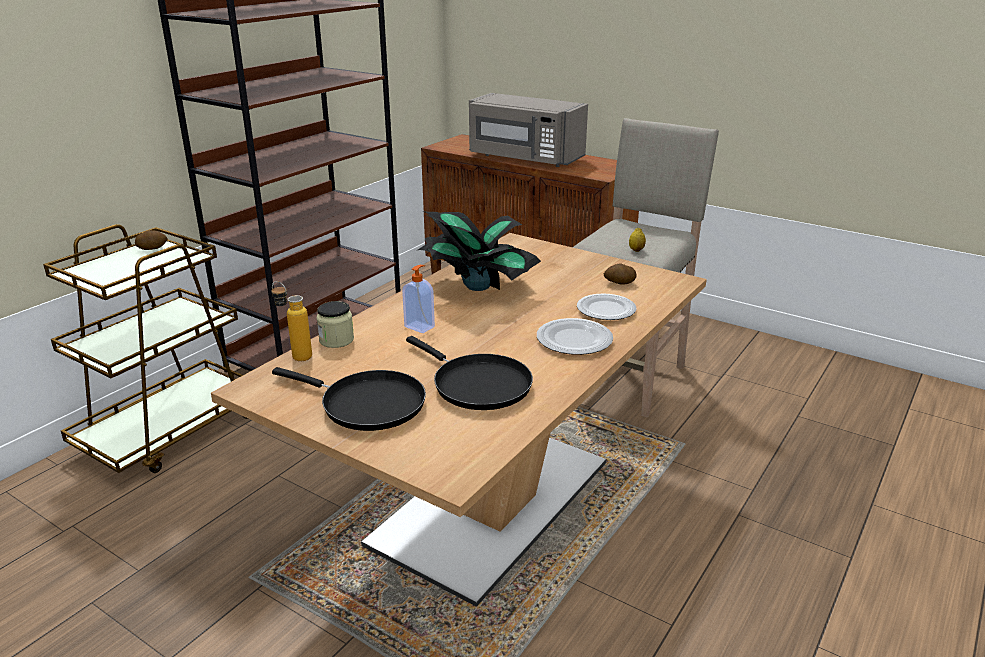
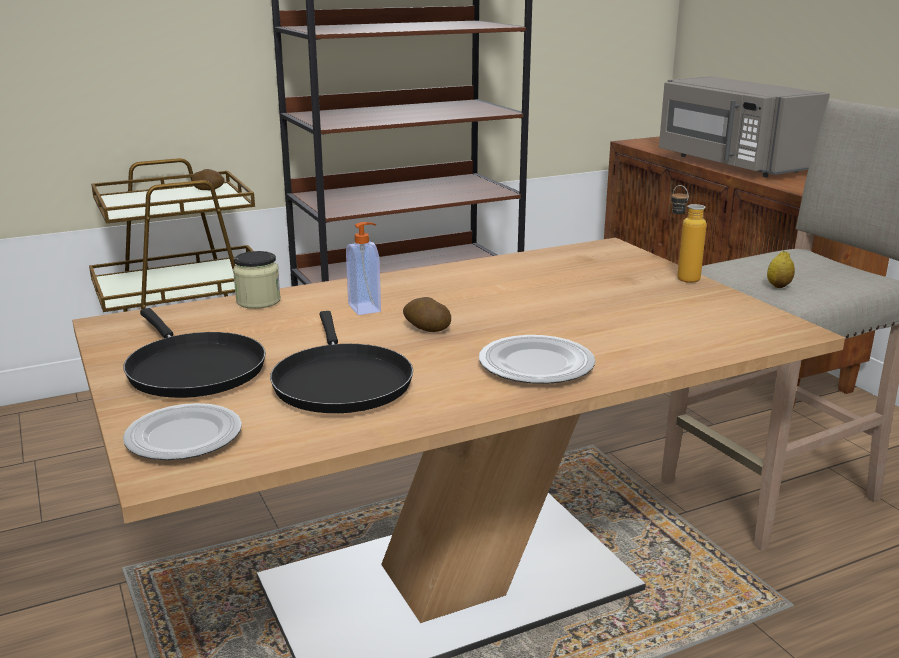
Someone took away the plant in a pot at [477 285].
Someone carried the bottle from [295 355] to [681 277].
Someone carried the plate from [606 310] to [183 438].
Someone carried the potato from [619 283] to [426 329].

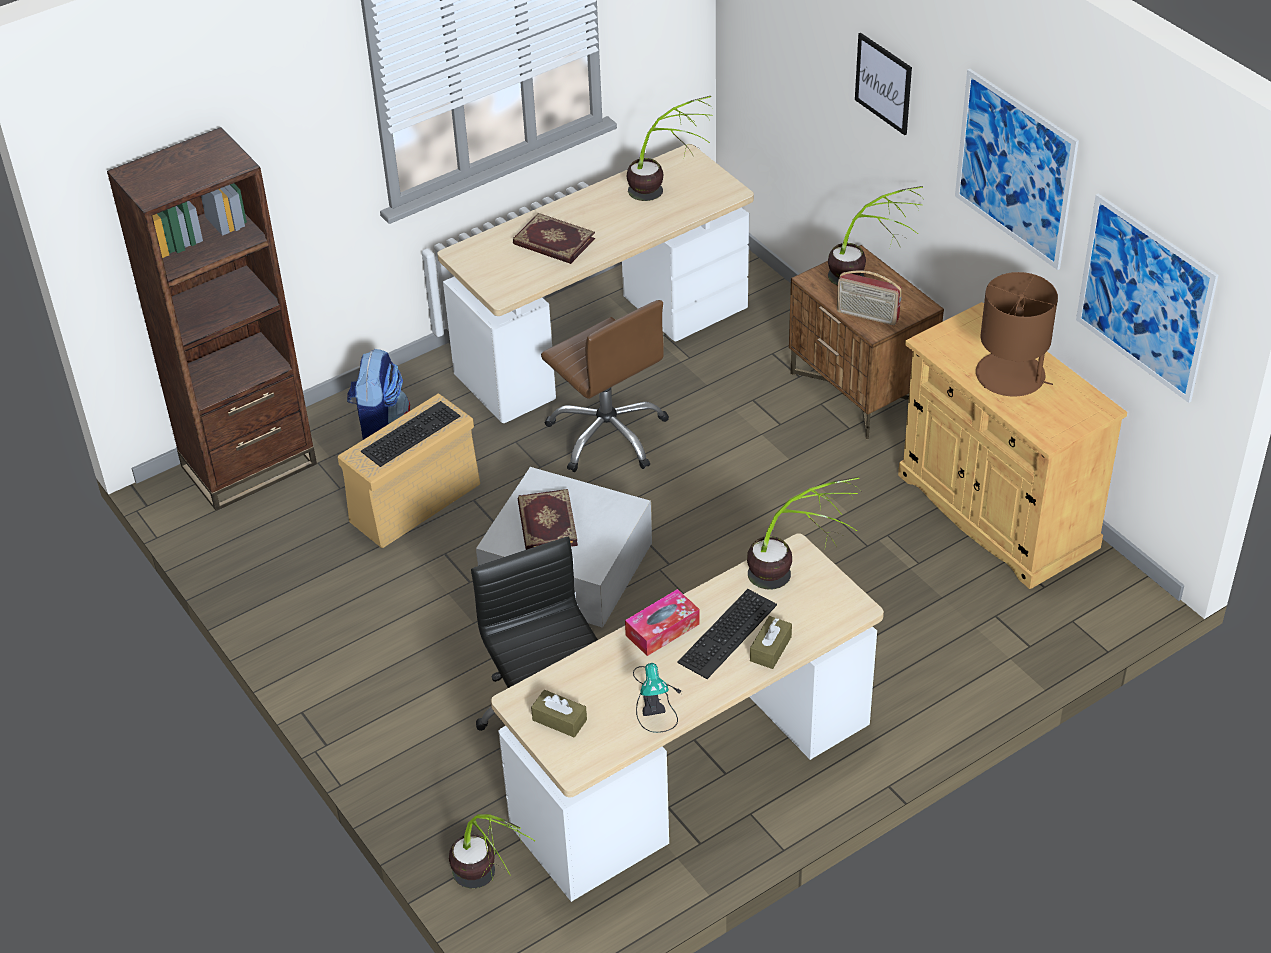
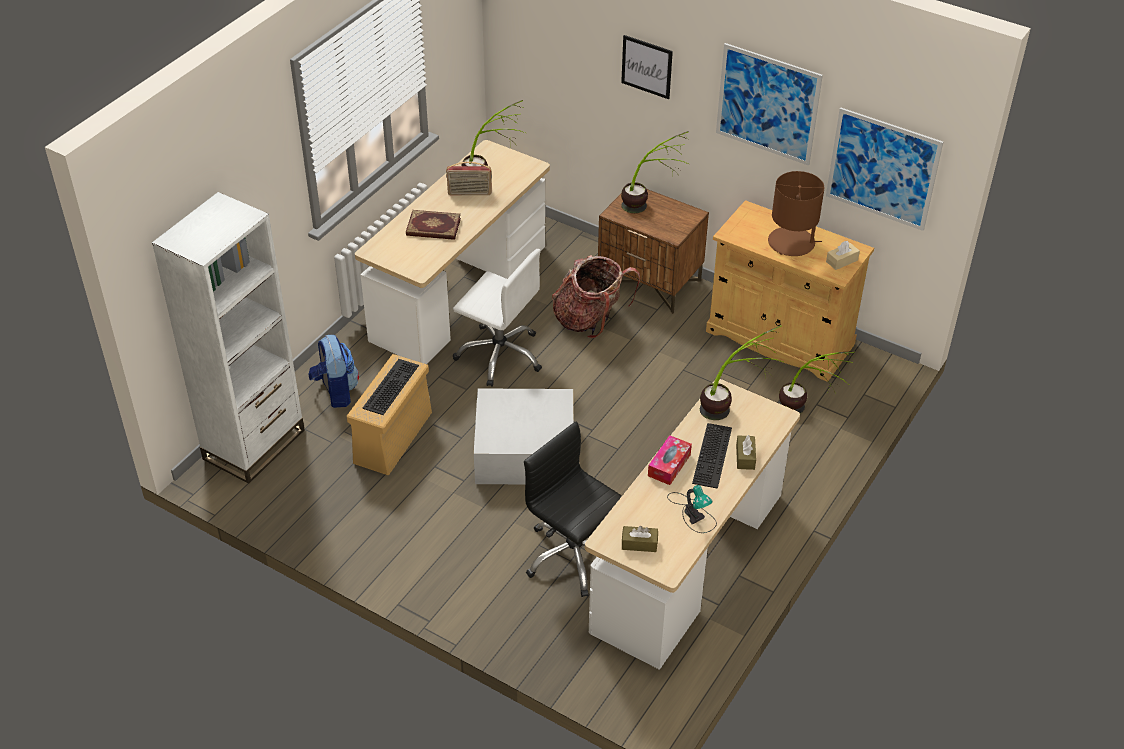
Someone took away the book at [546 523].
Someone put down the rucksack at [590 320].
Someone put down the sand-coloured tissue box at [841 261].
Someone carried the plant in a pot from [490 887] to [807 410].
Someone carried the radio receiver from [867 316] to [469 193].
Someone repainted the brownish shelving unit at [249 465], which became the white shelving unit at [254 444].
Someone repainted the brownish computer chair at [608 434], which became the white computer chair at [500 355].

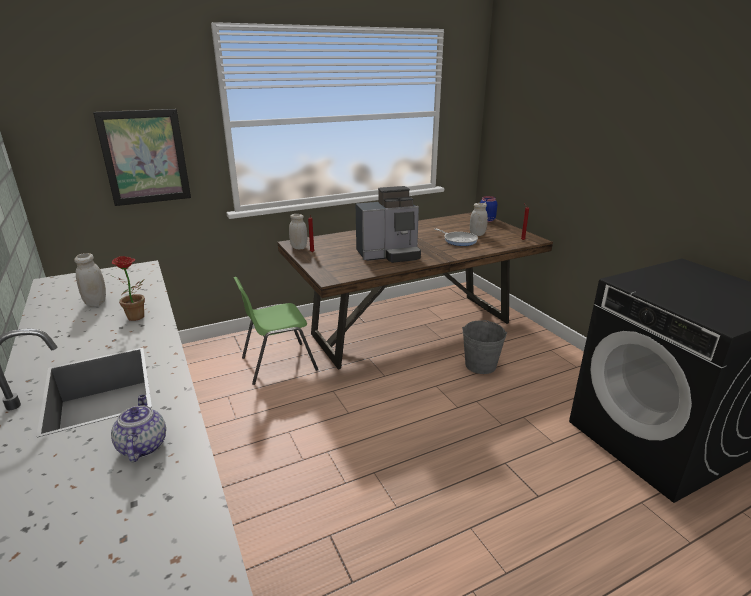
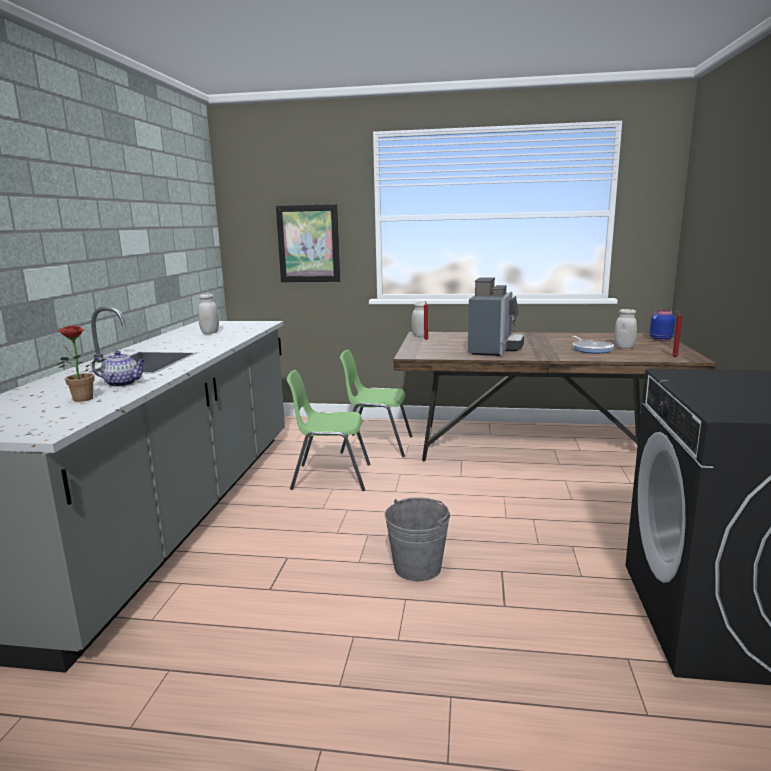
Someone put down the greenish upright chair at [330 477].
Someone carried the plant in a pot from [138 318] to [83 400].
Someone carried the greyish bucket from [480 365] to [417 567].
Someone rotated the tea pot at [142 446] by 75 degrees clockwise.
Someone rotated the coffee brewer at [389 255] by 90 degrees counterclockwise.

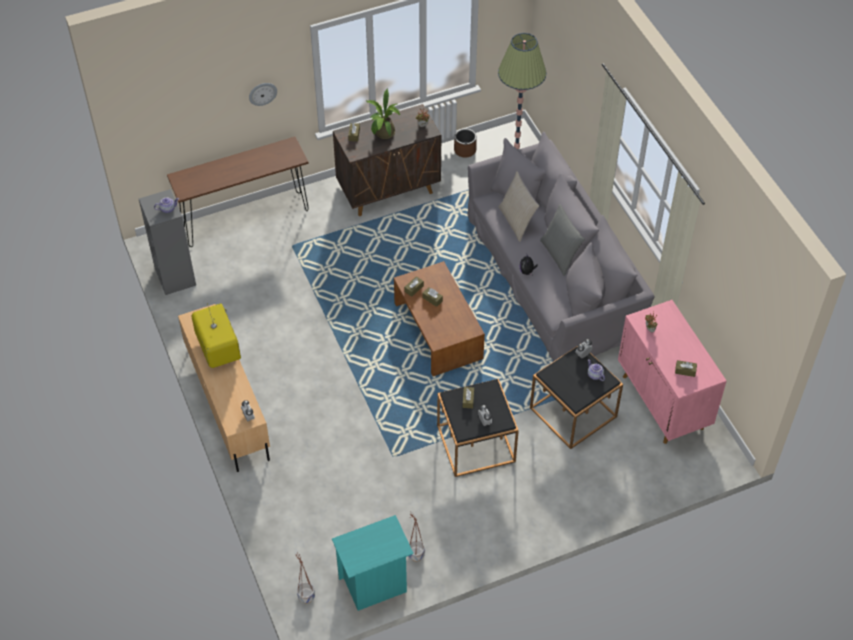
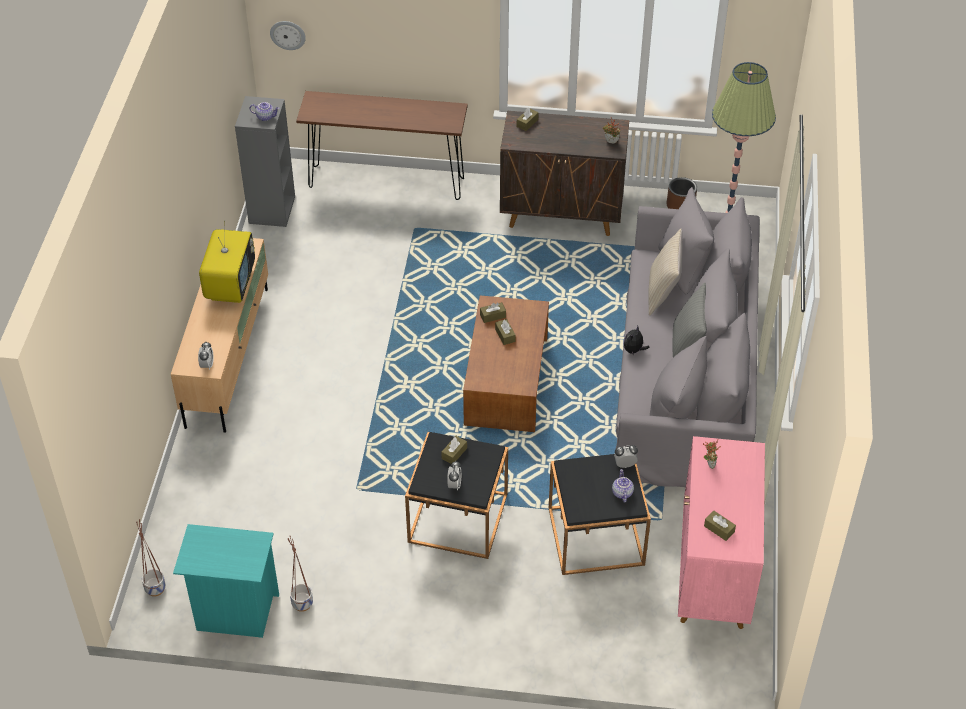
Someone took away the plant in a pot at [383 134].
Someone carried the wall clock from [262 93] to [288 34].

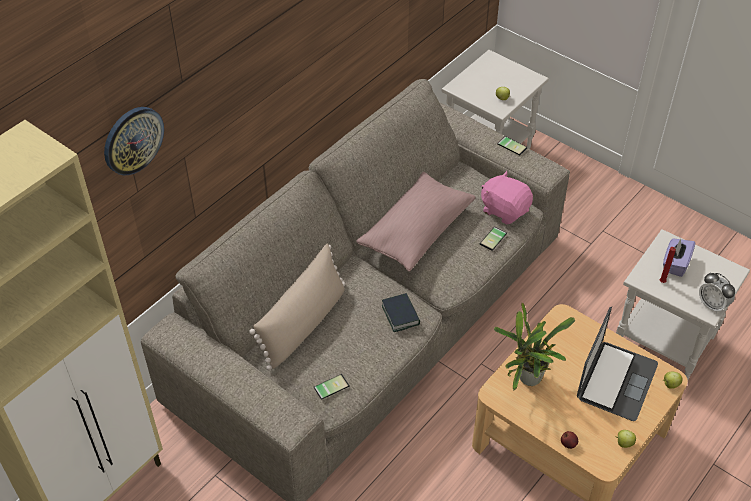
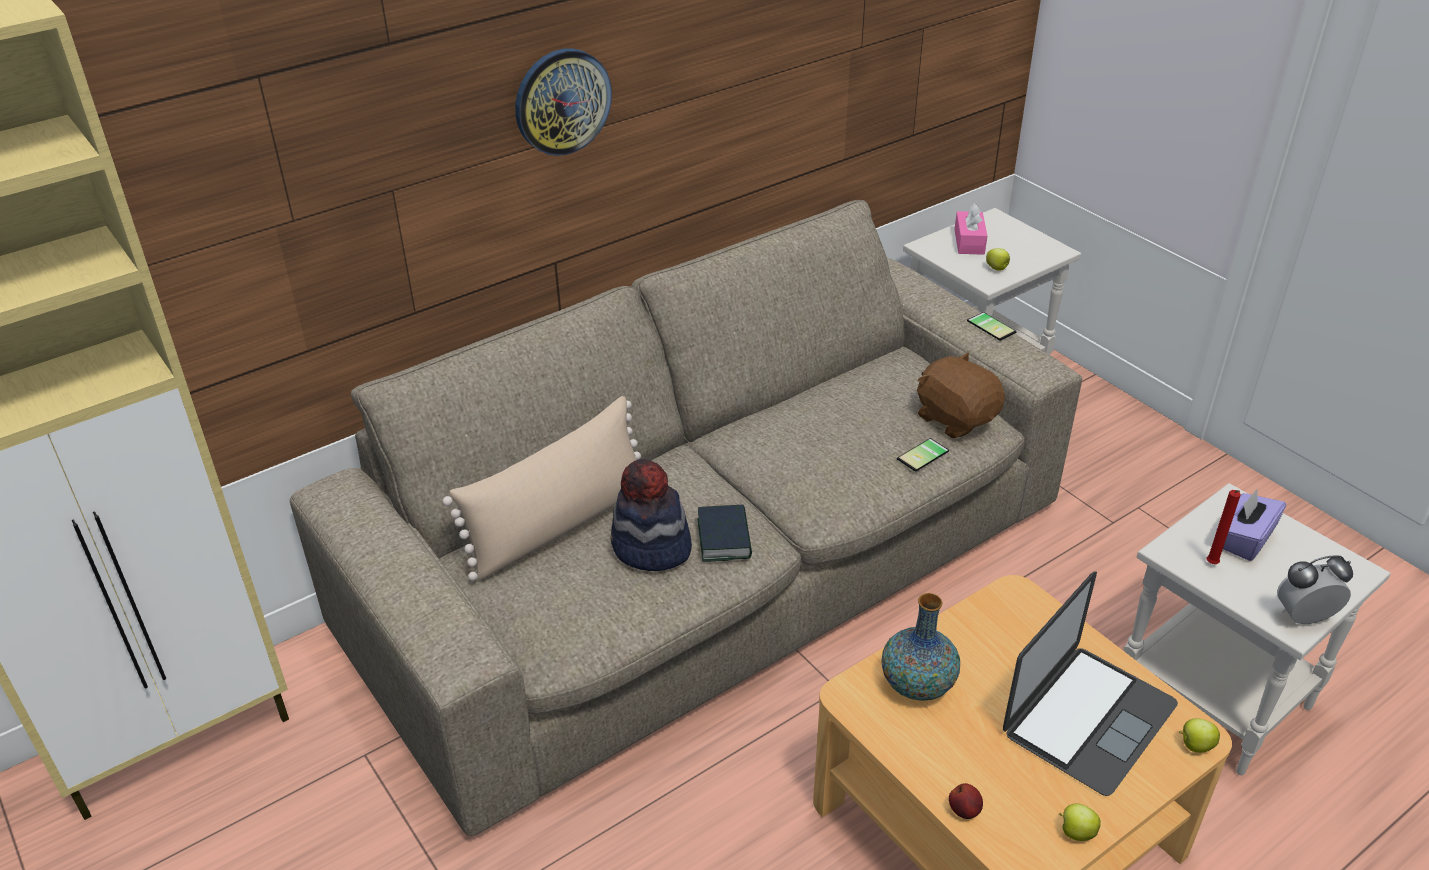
Someone took away the phone at [330 385].
Someone took away the pinkish throw pillow at [416 231].
Someone put down the hat at [651 547].
Someone put down the pinkish tissue box at [969 242].
Someone carried the wall clock from [132 140] to [562 101].
Someone swapped the plant in a pot at [527 380] for the decorative vase at [917 685].
Someone repainted the pinkish plush toy at [504 210], which became the brownish plush toy at [956 418].
Someone rotated the table clock at [712 305] by 105 degrees clockwise.

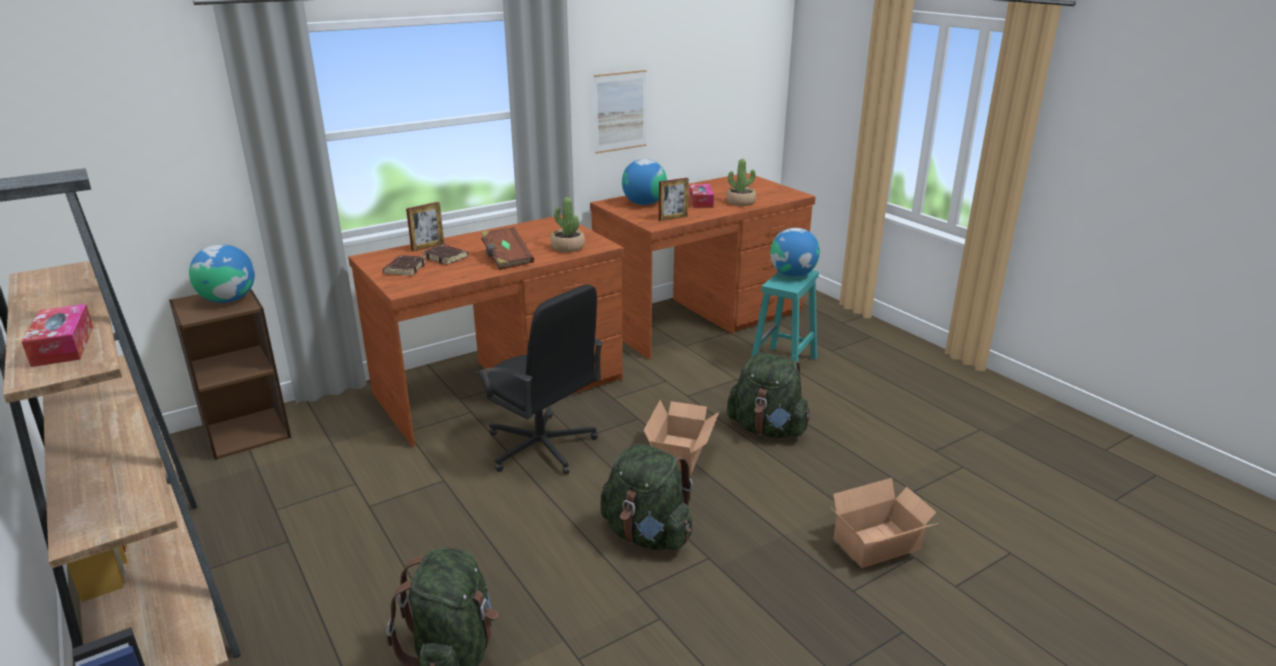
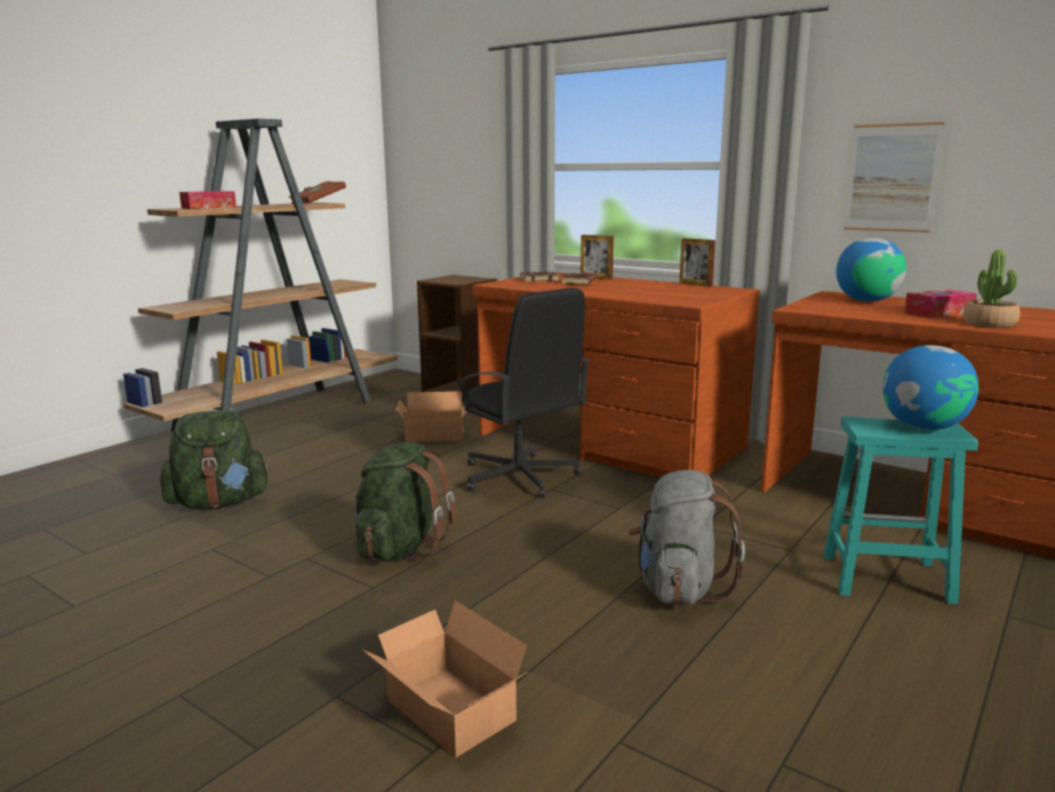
Someone took away the desk globe at [228 299].
Someone took away the plant in a pot at [567 247].
Someone carried the brownish book from [506 259] to [318 203].
Someone carried the cardboard box from [681 453] to [435 436].
Someone carried the picture frame from [673 218] to [695 285].
Someone repainted the greenish rucksack at [767 429], which became the greyish rucksack at [679 588].
Someone rotated the blackish computer chair at [541 447] by 60 degrees counterclockwise.

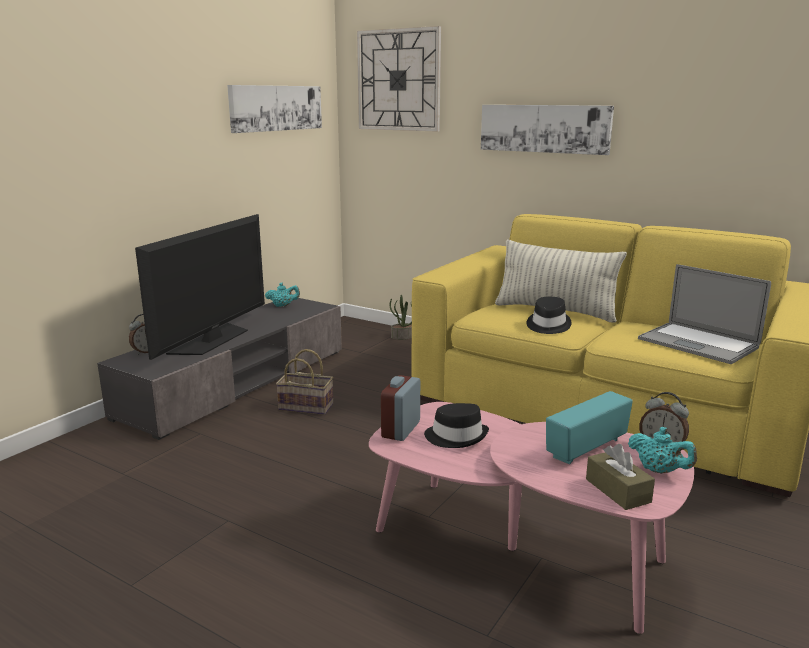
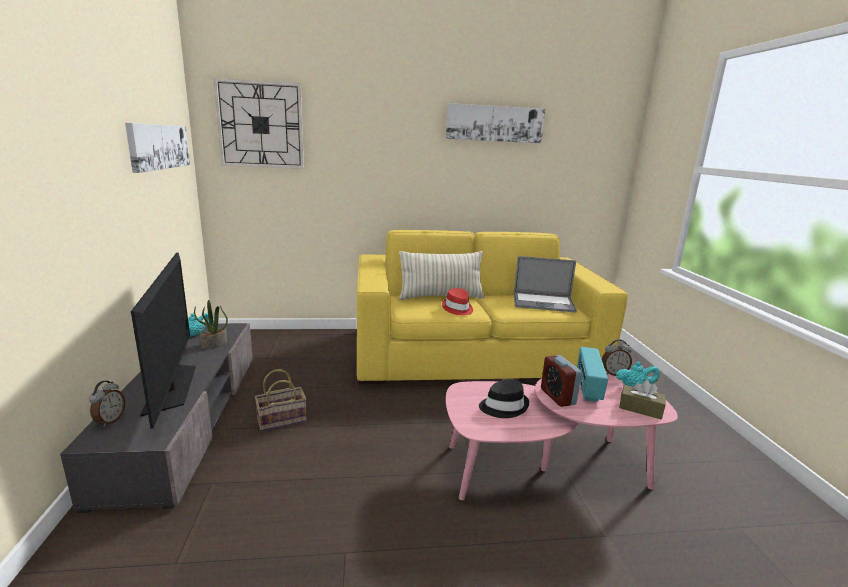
Someone carried the table clock from [401 429] to [557 397].
Someone carried the plant in a pot from [402 337] to [214 344].
Someone carried the picture from [544 128] to [494 123].
Someone repainted the blackish hat at [547 325], which became the red hat at [457 308].

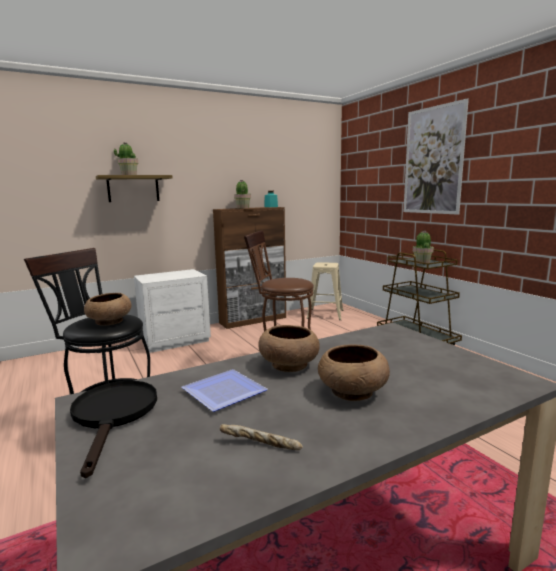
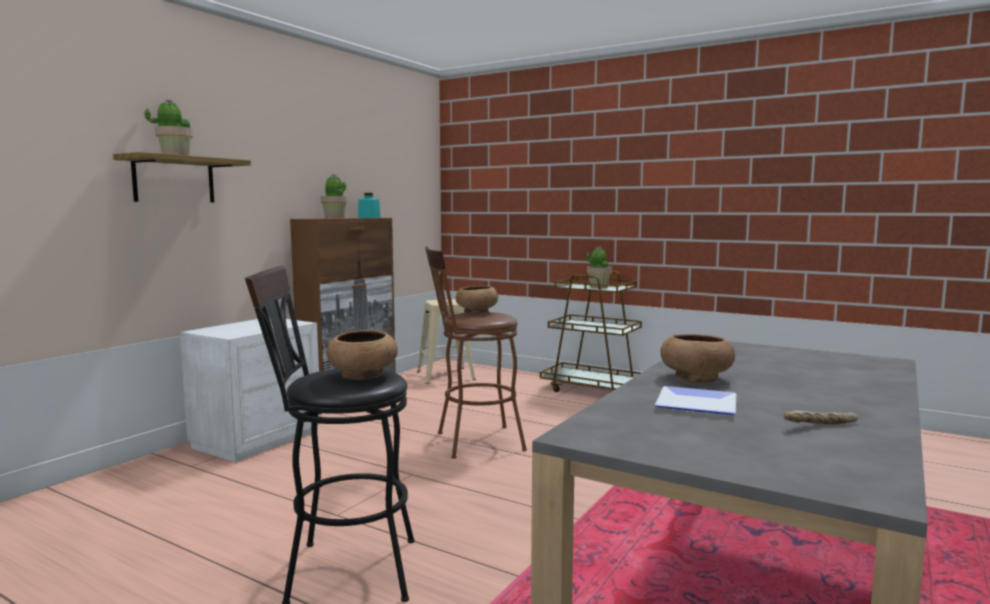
Someone took away the blackish frying pan at [114 415].
Someone took away the picture at [433 161].
Someone carried the brownish bowl from [351 392] to [476 312].

